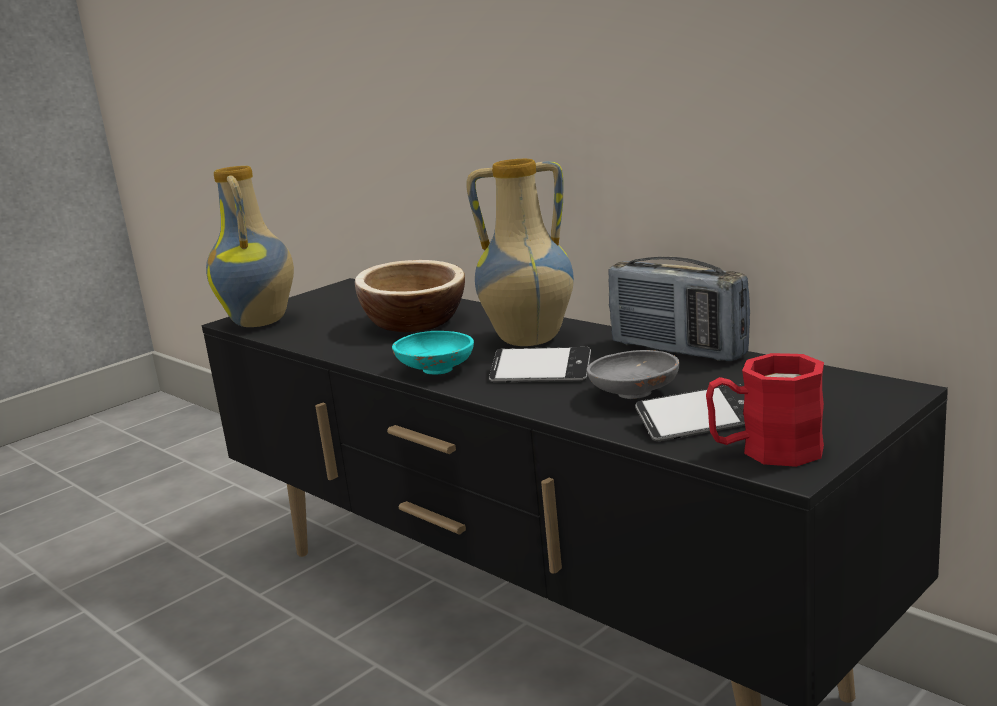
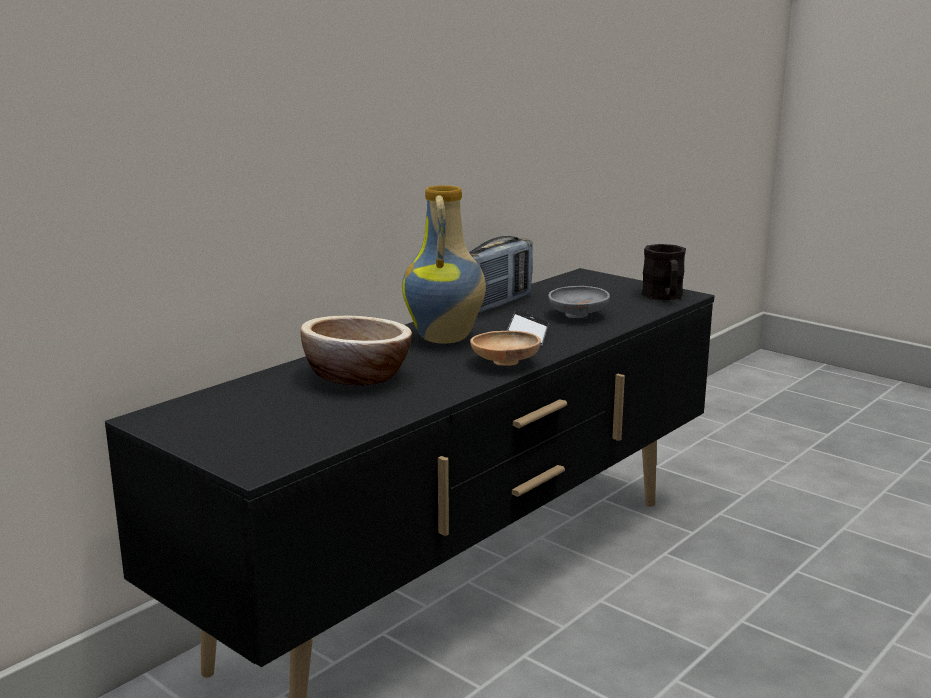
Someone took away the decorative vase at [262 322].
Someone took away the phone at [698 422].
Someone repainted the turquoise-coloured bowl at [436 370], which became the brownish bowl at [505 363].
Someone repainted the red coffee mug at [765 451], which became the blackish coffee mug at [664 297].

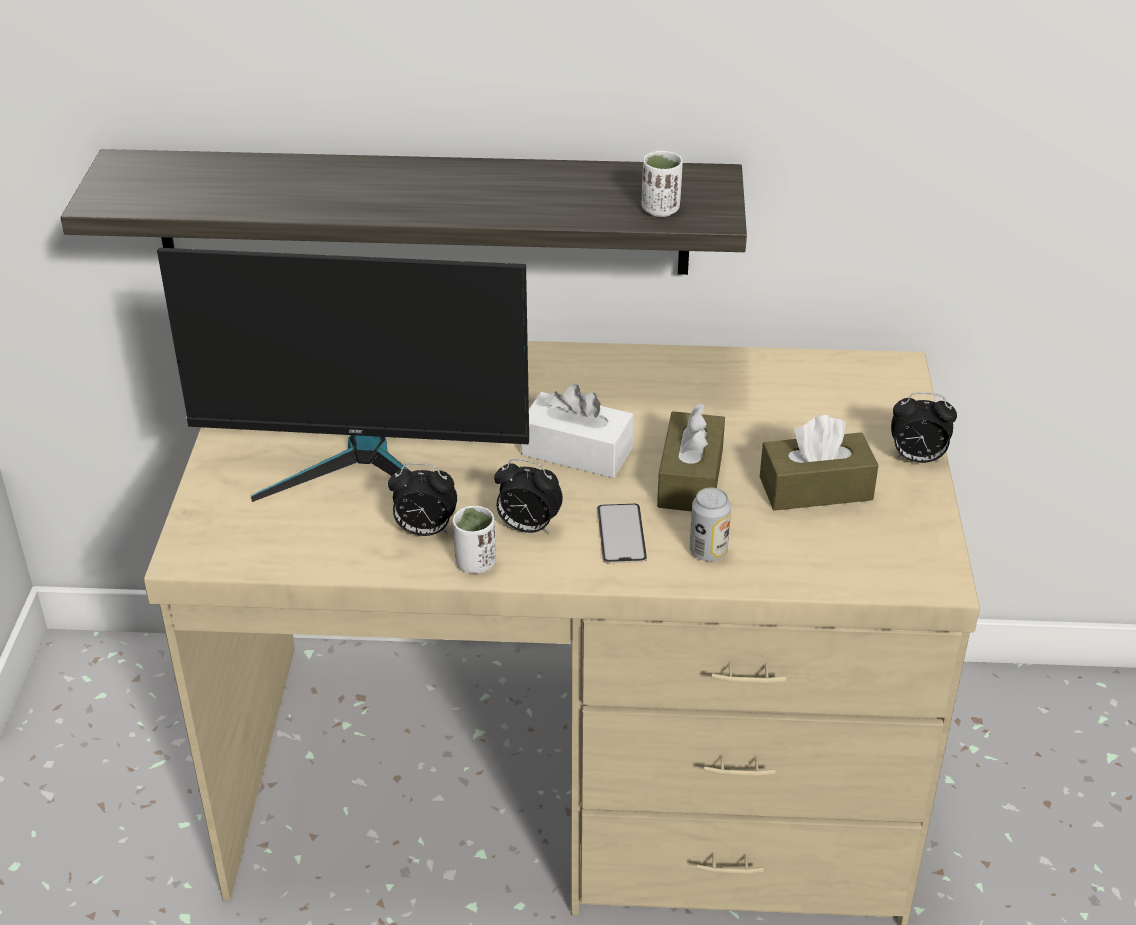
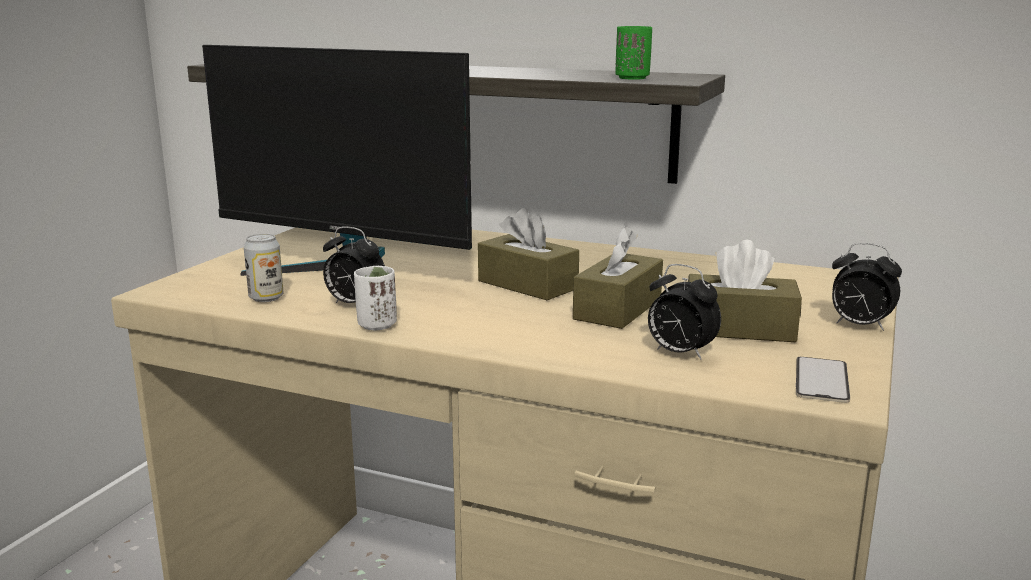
Someone carried the table clock from [527 527] to [679 353].
Someone carried the phone from [621 534] to [821 380].
Someone carried the sealed can from [708 551] to [266 298].
Someone repainted the white tissue box at [576 451], which became the brownish tissue box at [527 285].
Someone repainted the white cup at [660 209], which became the greenish cup at [632 78].

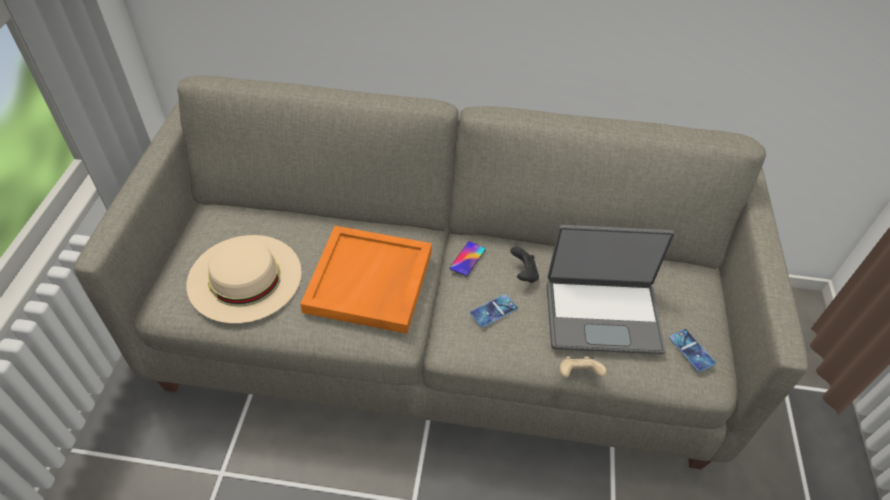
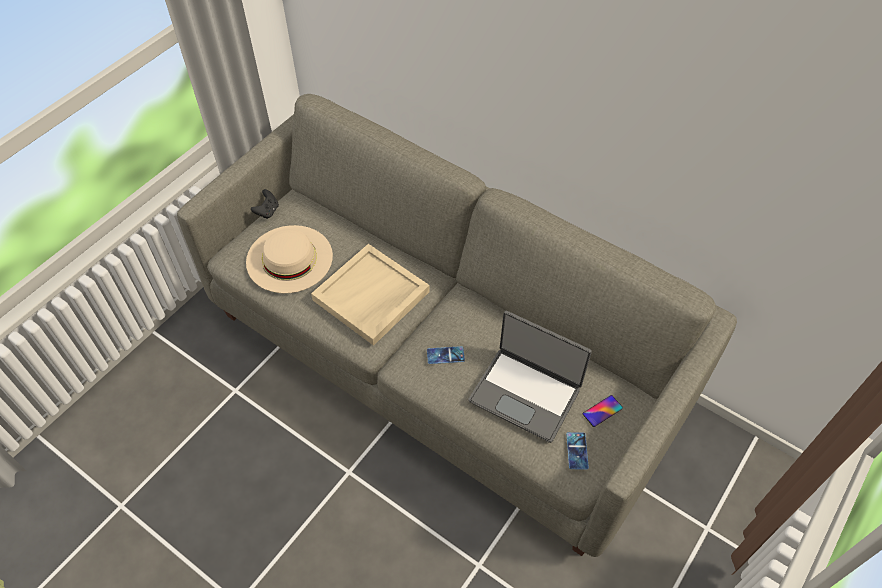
Someone took away the sand-coloured gamepad at [578 374].
Someone carried the phone from [467 259] to [602 411].
Someone carried the blackish gamepad from [523 274] to [267 211].
Someone repainted the orange-coloured tray at [370 282], which became the sand-coloured tray at [371 297].

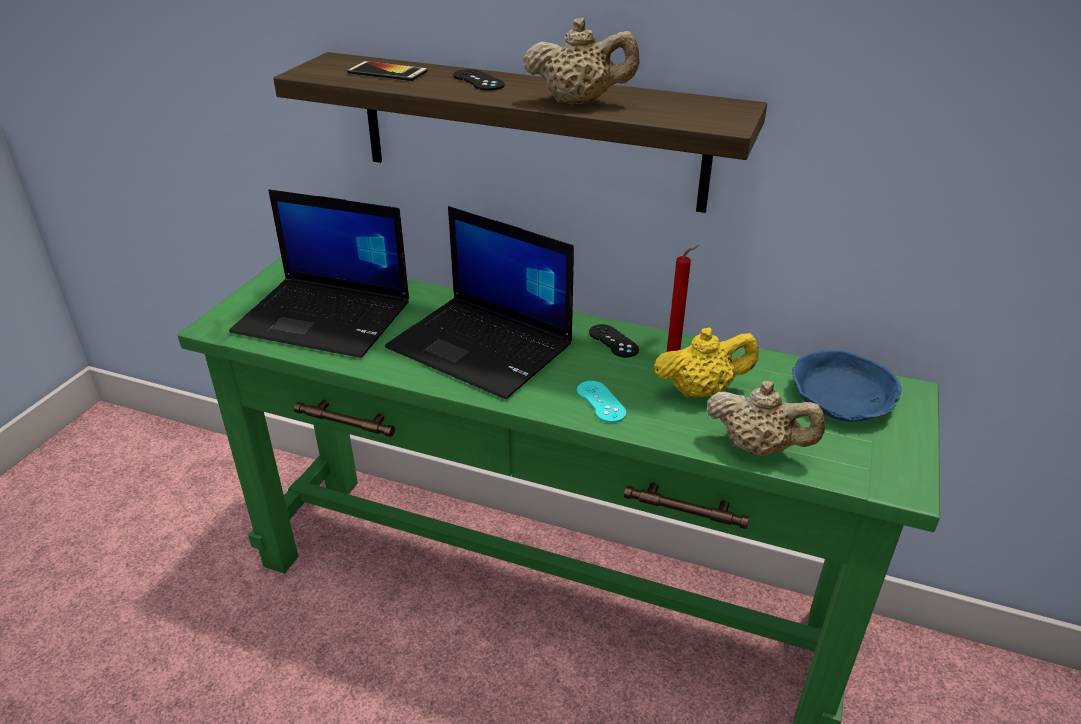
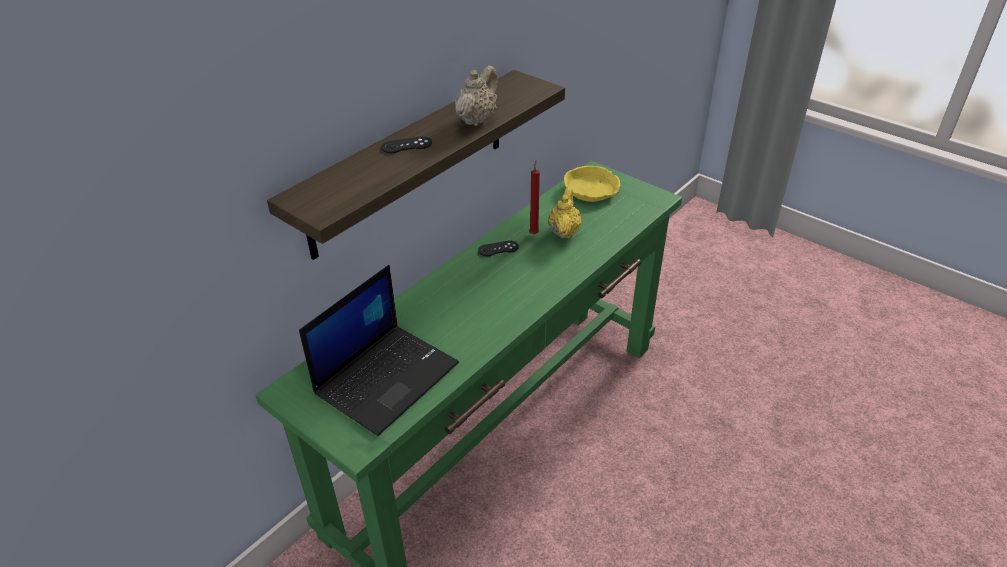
Someone took away the phone at [387 73].
Someone took away the portable computer at [483 347].
Someone took away the turquoise-coloured gamepad at [601 402].
Someone took away the sand-coloured tea pot at [758 448].
Someone repainted the blue-coloured bowl at [841 399], which became the yellow-coloured bowl at [591 191].

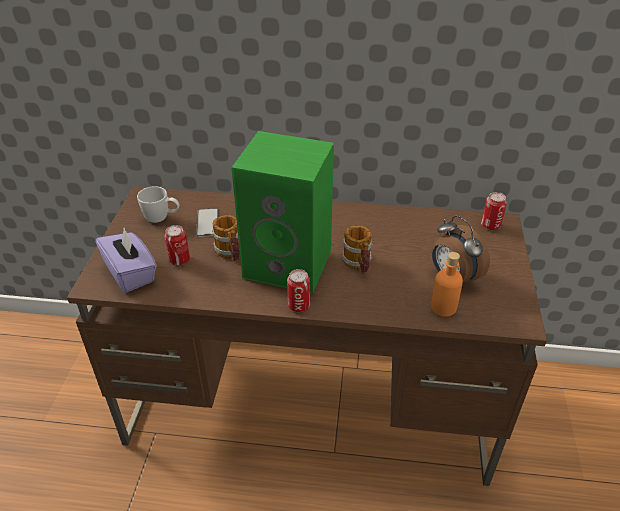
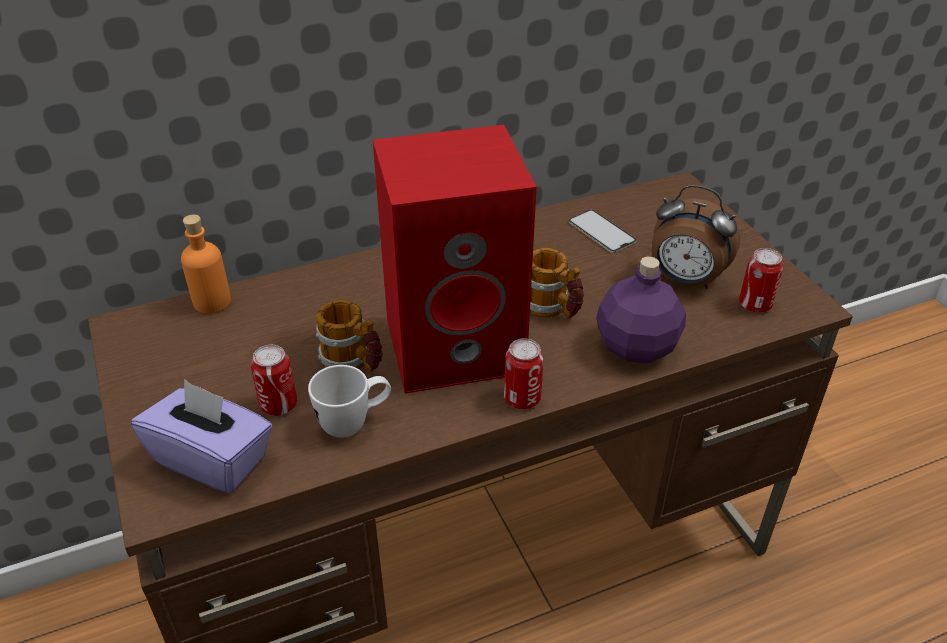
Someone put down the purple-coloured bottle at [637 347].
Someone carried the white coffee mug from [162 218] to [354 422].
Someone carried the phone from [207 222] to [601 231].
Someone carried the orange-coloured bottle from [443 307] to [212 302].
Someone carried the sealed can from [490 225] to [755 304].
Someone repainted the greenish loudspeaker at [290 264], which became the red loudspeaker at [457 344].

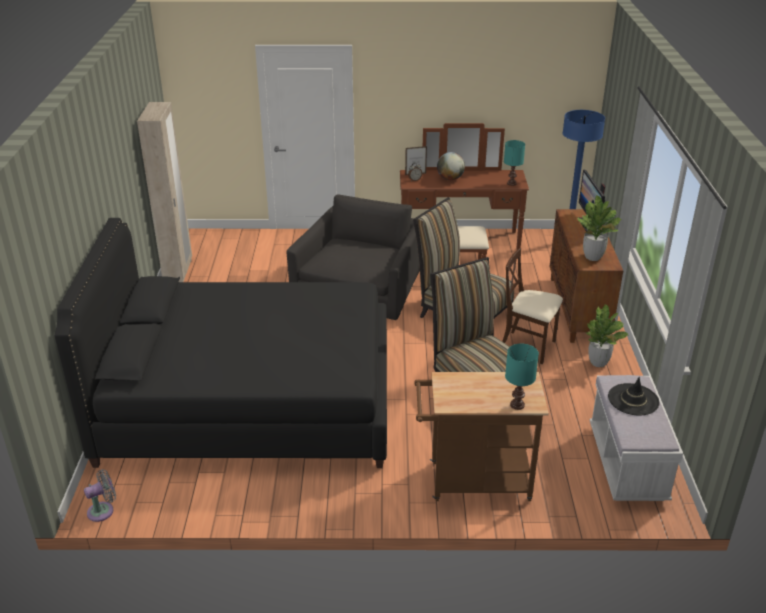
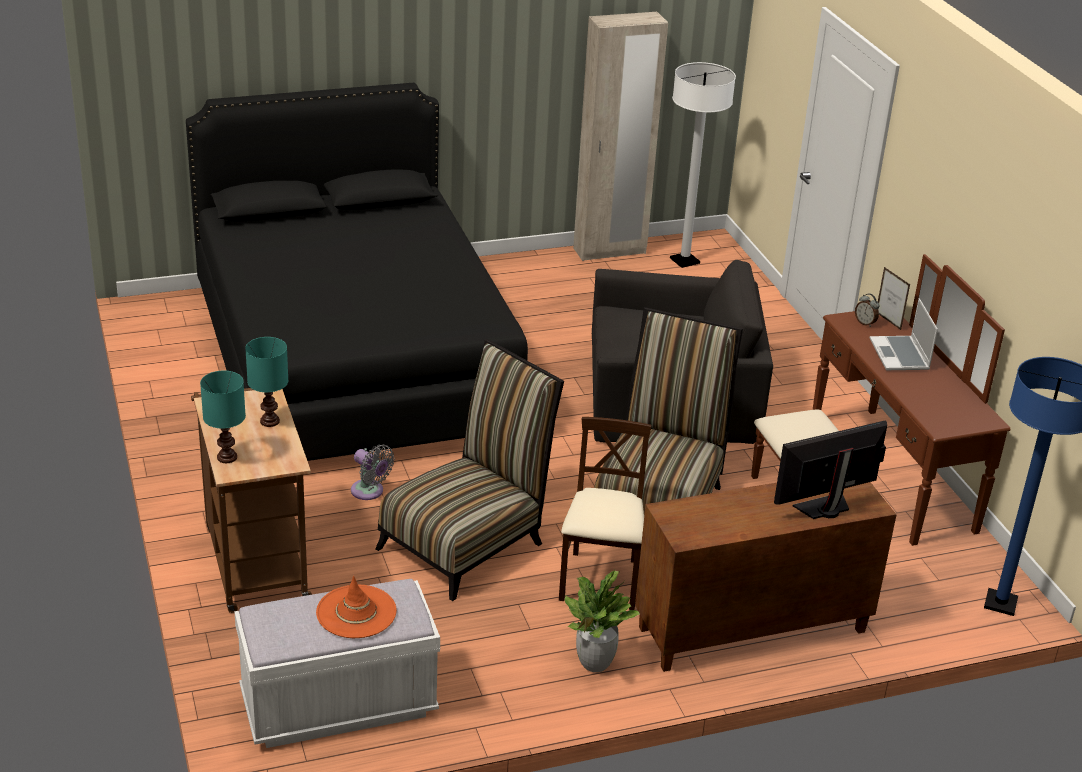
Someone took away the plant in a pot at [593 257].
Someone put down the white standing lamp at [684 261].
Someone carried the greyish cooling fan from [103 510] to [369 492].
Someone carried the turquoise-coloured lamp for a table from [512 183] to [269 421].
Someone swapped the desk globe at [450 178] for the portable computer at [900 355].
Someone repainted the blackish hat at [633 399], which became the orange-coloured hat at [356 612].

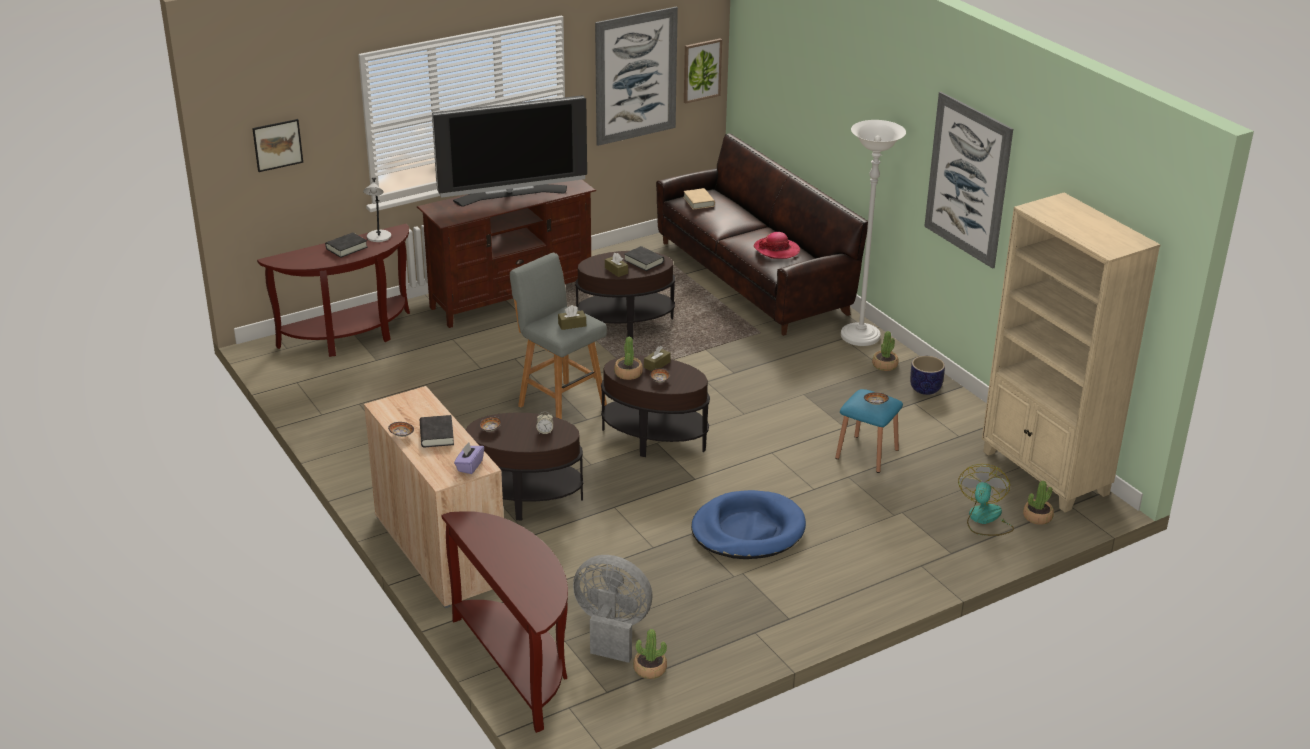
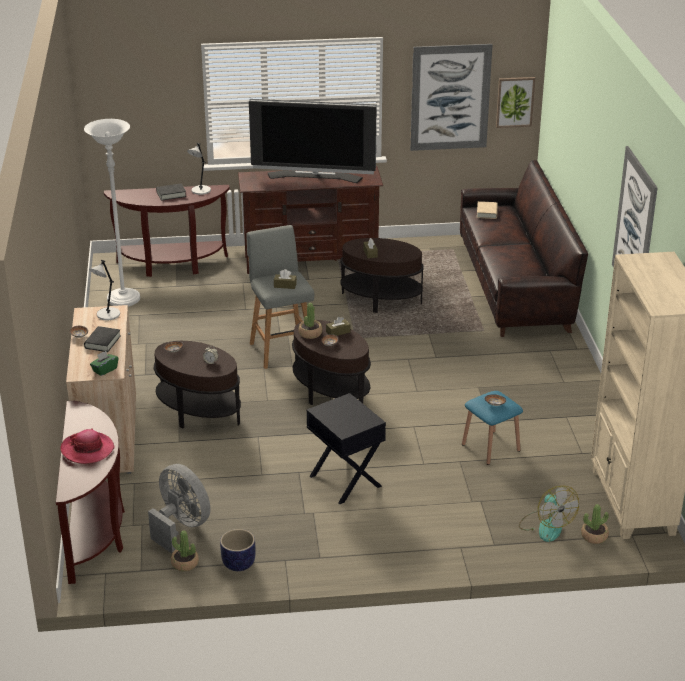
Someone took away the picture at [277 145].
Someone took away the blackish book at [644 261].
Someone took away the plant in a pot at [885 365].
Someone put down the greyish lamp for a table at [107 315].
Someone carried the hat from [776 250] to [87 449].
Someone carried the white standing lamp from [860 337] to [123 300].
Someone carried the flower pot from [925 389] to [238 564].
Someone swapped the blue-coloured pet bed at [748 530] for the blackish accent table at [344 481].
Someone repainted the purple-coloured tissue box at [469 466], which became the greenish tissue box at [105 370].
Someone rotated the cooling fan at [984 519] by 120 degrees clockwise.

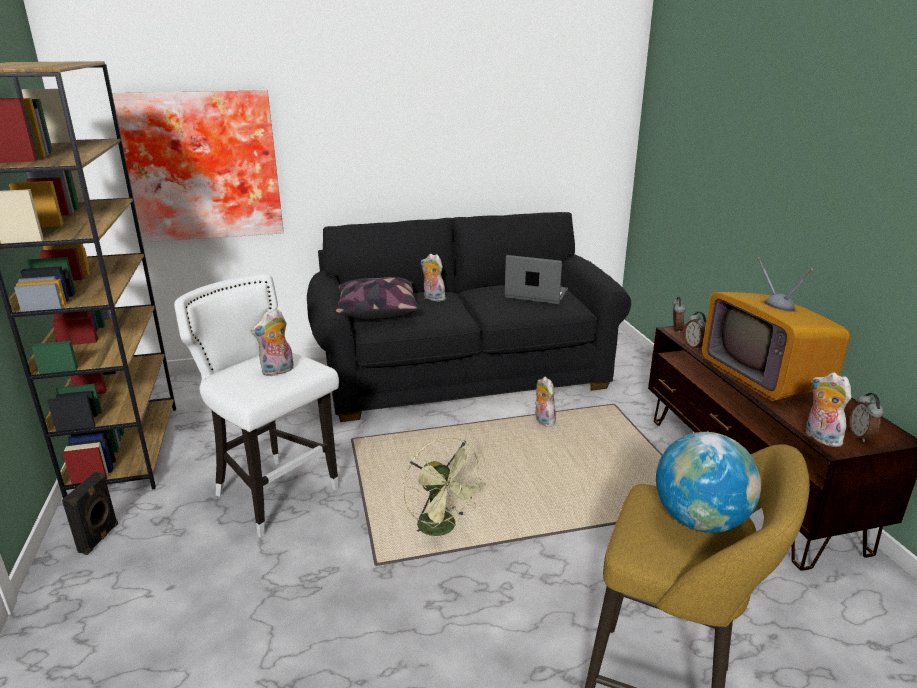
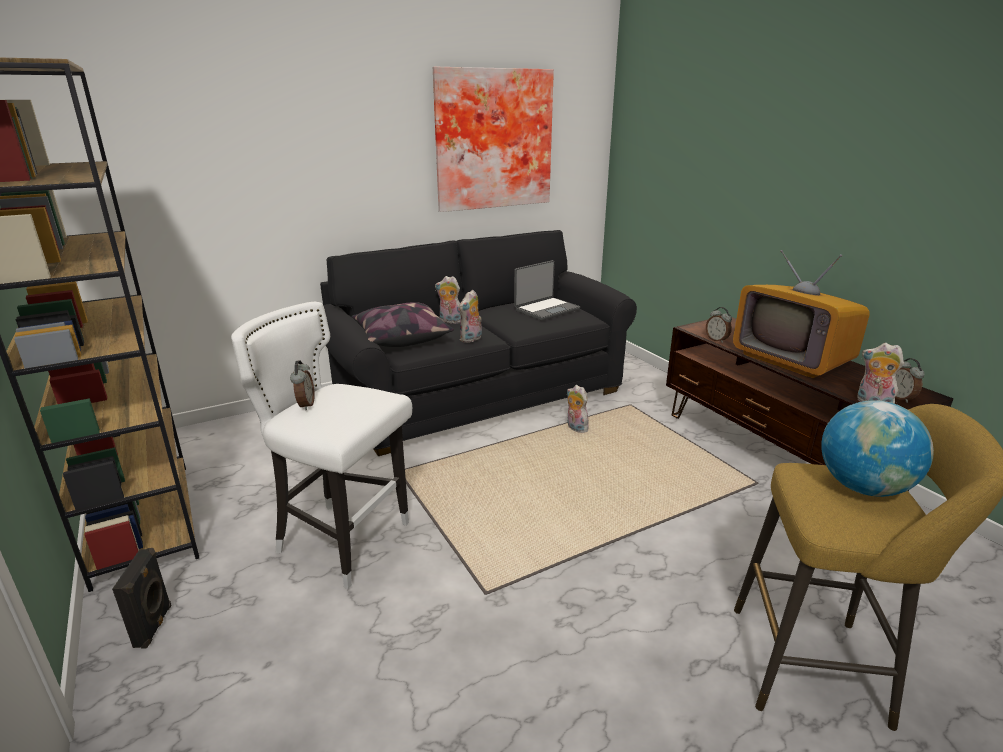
Someone took away the greenish cooling fan at [443 528].
Someone carried the picture from [203 166] to [492 140].
Someone carried the plush toy from [277 371] to [471 339].
Someone carried the table clock from [675 330] to [305 405].
Someone rotated the portable computer at [536 295] by 135 degrees clockwise.

